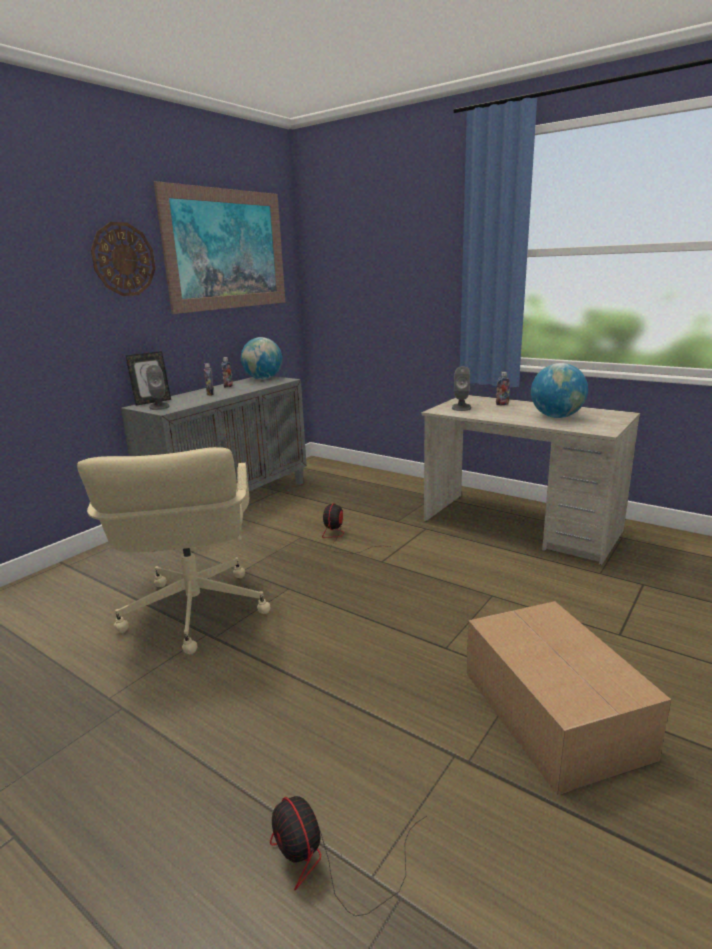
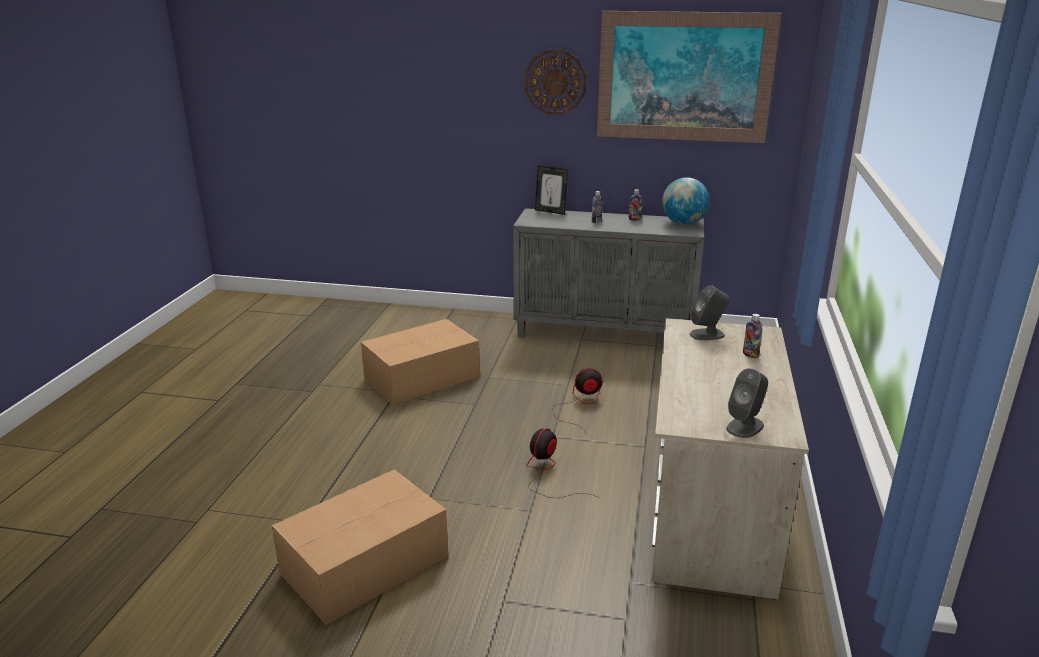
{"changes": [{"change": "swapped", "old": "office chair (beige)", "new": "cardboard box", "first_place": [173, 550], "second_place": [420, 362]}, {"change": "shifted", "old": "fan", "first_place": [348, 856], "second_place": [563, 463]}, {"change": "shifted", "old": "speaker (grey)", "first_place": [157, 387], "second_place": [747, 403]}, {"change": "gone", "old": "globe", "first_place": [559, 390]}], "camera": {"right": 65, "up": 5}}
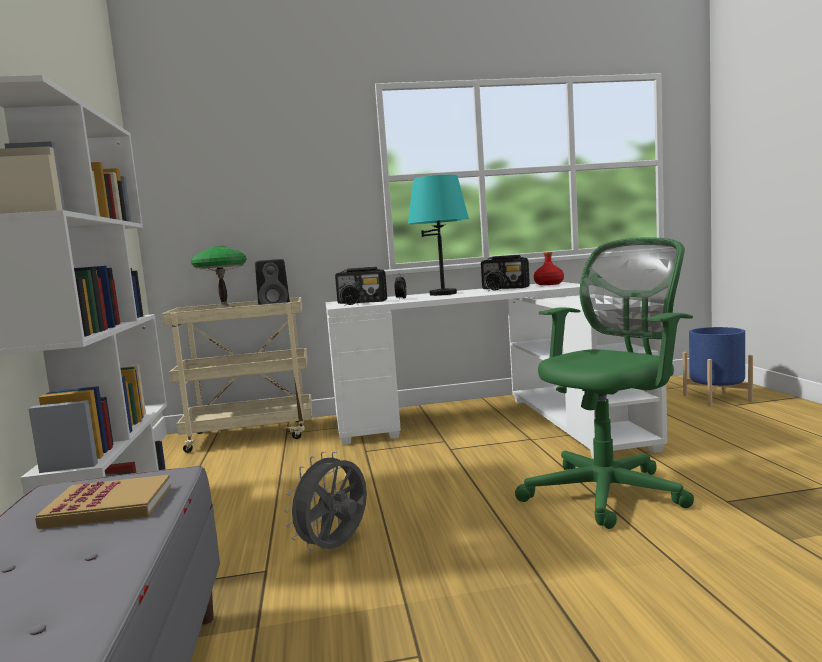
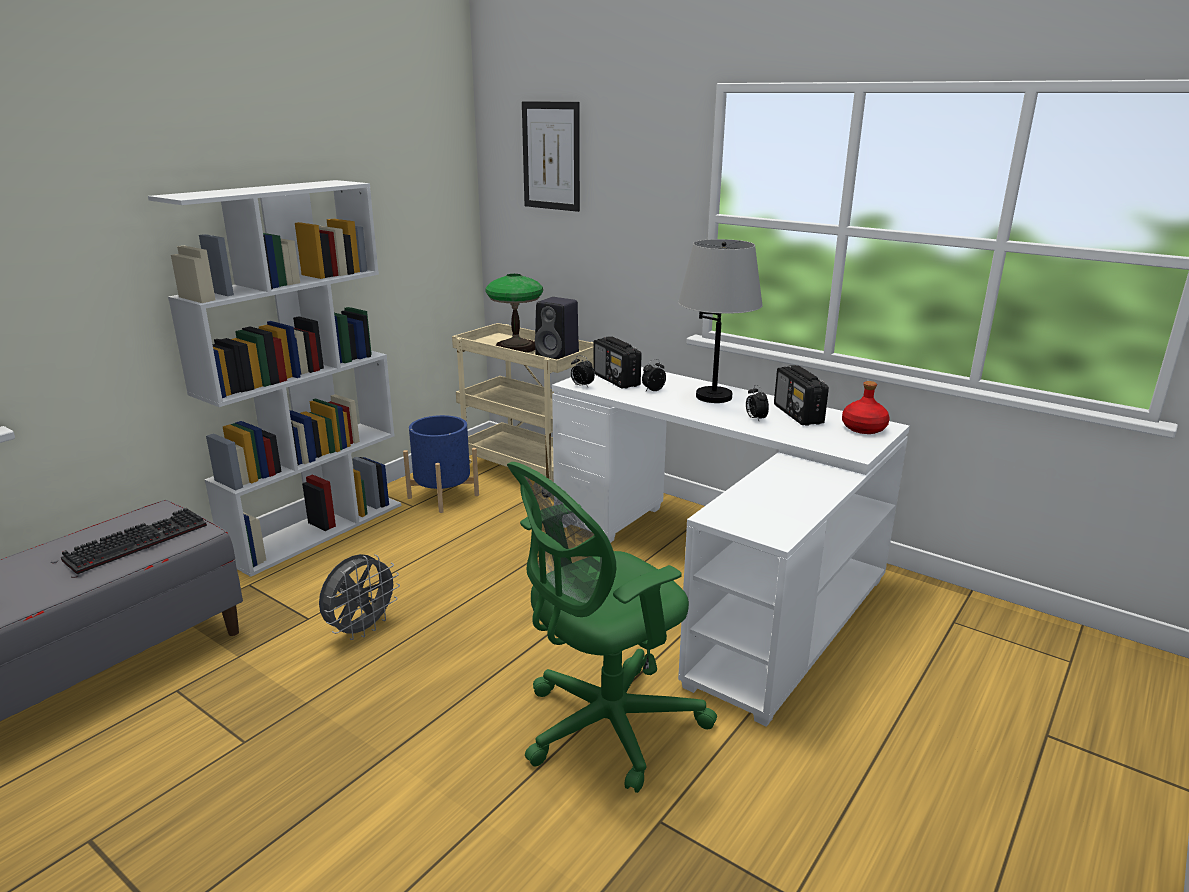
{"changes": [{"change": "swapped", "old": "book", "new": "keyboard", "first_place": [103, 502], "second_place": [134, 541]}, {"change": "rotated", "old": "fan (grey)", "first_place": [325, 501], "second_place": [359, 597], "degrees": 135}, {"change": "shifted", "old": "planter (blue)", "first_place": [718, 366], "second_place": [441, 464]}, {"change": "rotated", "old": "office chair (green)", "first_place": [604, 383], "second_place": [612, 627], "degrees": 135}, {"change": "new", "new": "picture", "second_place": [551, 156]}, {"change": "repainted", "old": "table lamp (turquoise)", "new": "table lamp (grey)", "first_place": [438, 235], "second_place": [720, 321]}], "camera": {"right": 45, "up": 15}}
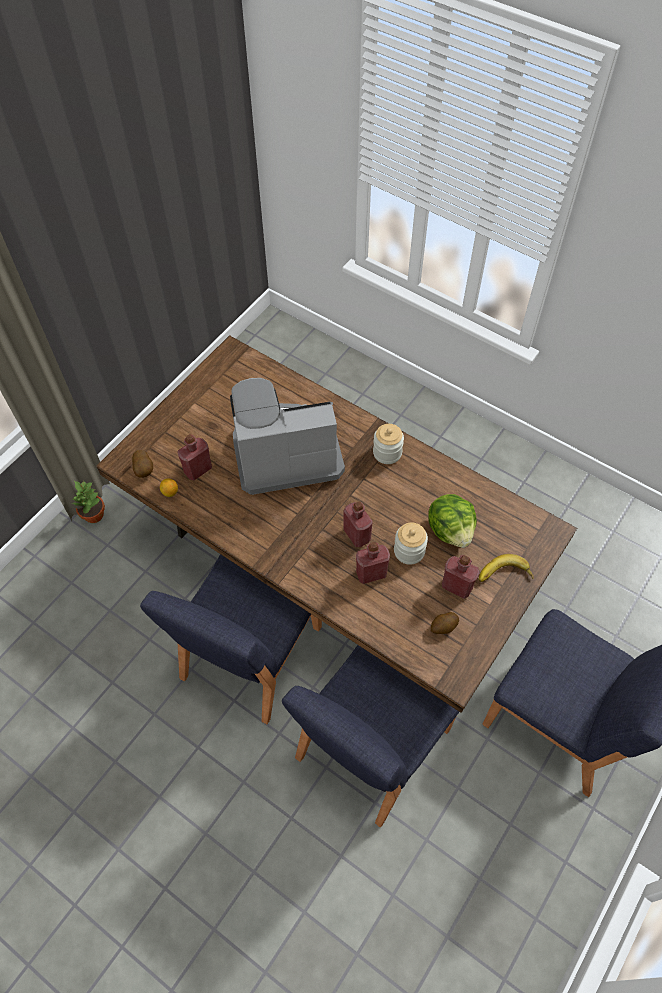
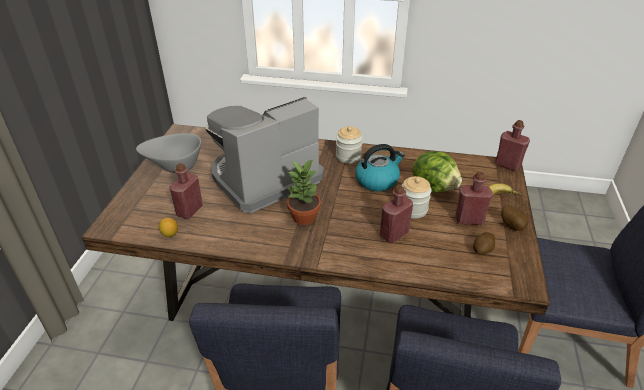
{"changes": [{"change": "new", "new": "bowl (grey)", "second_place": [168, 153]}, {"change": "shifted", "old": "potted plant", "first_place": [89, 502], "second_place": [304, 192]}, {"change": "new", "new": "kettle", "second_place": [380, 167]}, {"change": "shifted", "old": "bottle (red)", "first_place": [358, 524], "second_place": [512, 145]}, {"change": "shifted", "old": "potato", "first_place": [142, 464], "second_place": [515, 218]}], "camera": {"right": -25, "up": -20}}
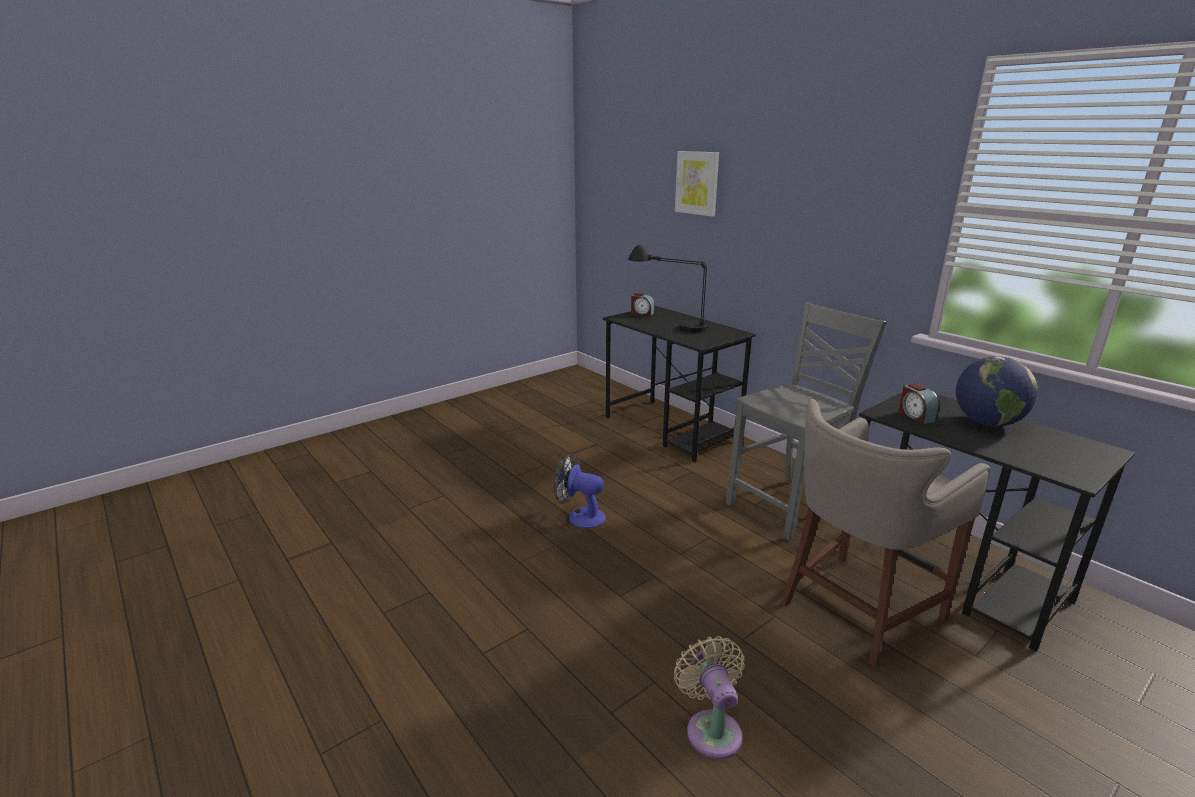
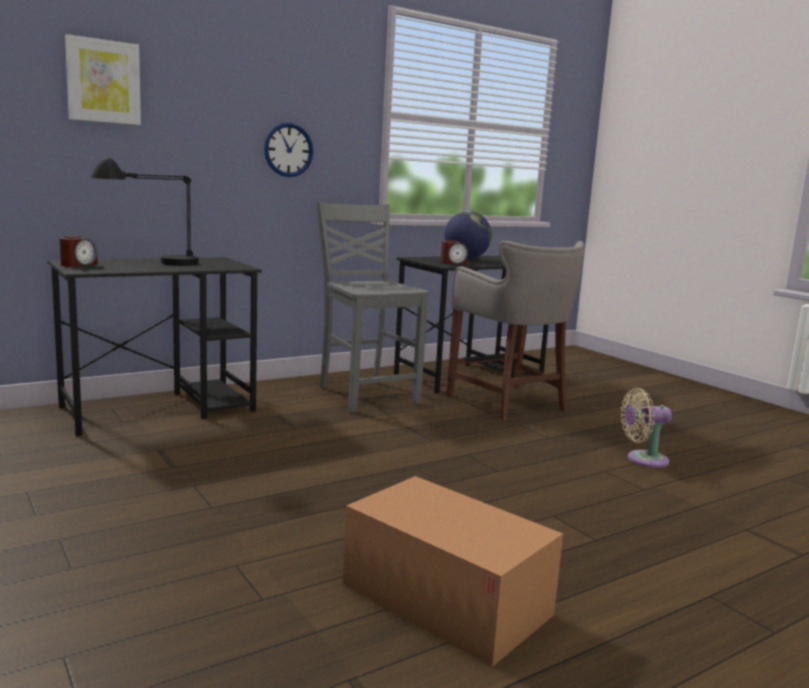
{"changes": [{"change": "new", "new": "wall clock", "second_place": [288, 150]}, {"change": "new", "new": "cardboard box", "second_place": [453, 571]}, {"change": "gone", "old": "fan", "first_place": [580, 491]}], "camera": {"right": -85, "up": -10}}
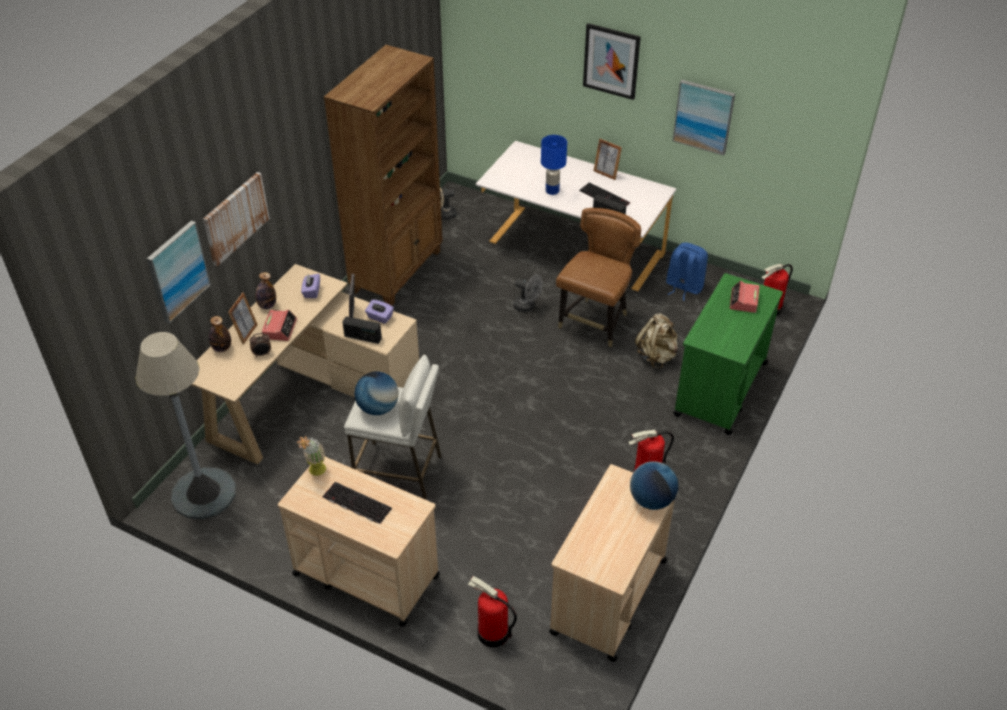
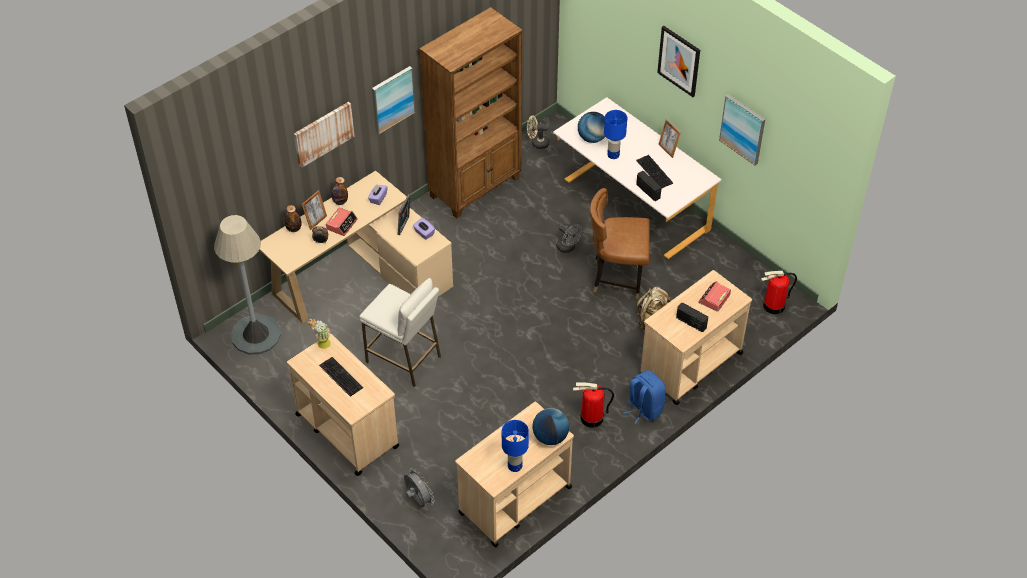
{"changes": [{"change": "shifted", "old": "picture", "first_place": [179, 272], "second_place": [393, 100]}, {"change": "swapped", "old": "fire extinguisher", "new": "fan (grey)", "first_place": [492, 611], "second_place": [419, 487]}, {"change": "new", "new": "table lamp (blue)", "second_place": [515, 446]}, {"change": "shifted", "old": "globe", "first_place": [376, 393], "second_place": [591, 127]}, {"change": "rotated", "old": "chair (brown)", "first_place": [598, 277], "second_place": [620, 243], "degrees": -135}, {"change": "shifted", "old": "backpack (blue)", "first_place": [687, 271], "second_place": [645, 397]}, {"change": "repainted", "old": "cart (green)", "new": "cart (beige)", "first_place": [728, 354], "second_place": [695, 337]}, {"change": "shifted", "old": "radio", "first_place": [362, 330], "second_place": [692, 317]}], "camera": {"right": 20, "up": 5}}
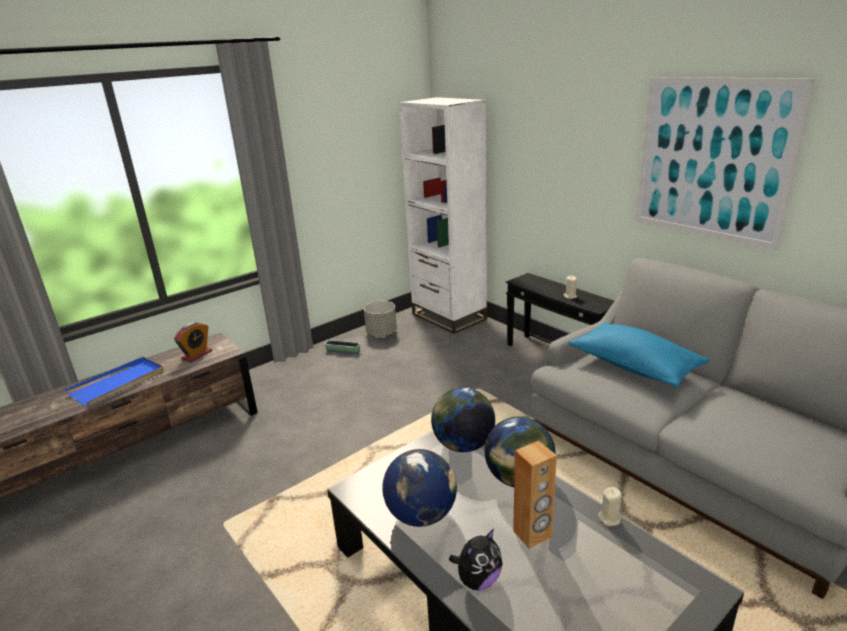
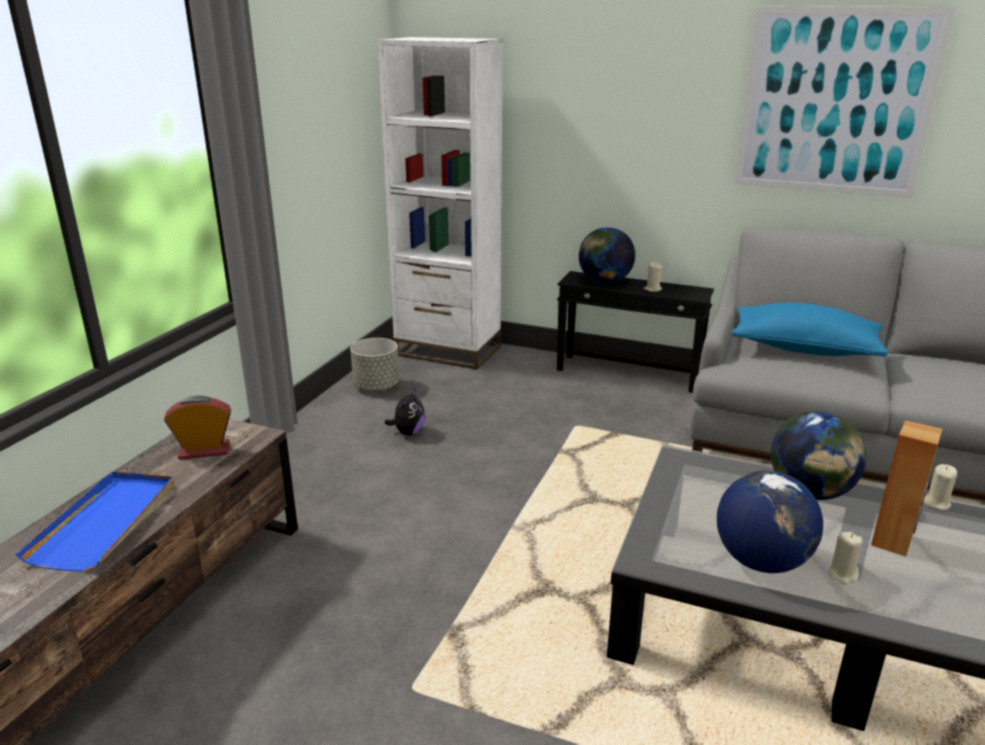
{"changes": [{"change": "rotated", "old": "alarm clock", "first_place": [193, 342], "second_place": [197, 427], "degrees": -105}, {"change": "shifted", "old": "plush toy", "first_place": [476, 559], "second_place": [405, 411]}, {"change": "shifted", "old": "globe", "first_place": [463, 419], "second_place": [607, 255]}, {"change": "new", "new": "candle (beige)", "second_place": [845, 558]}, {"change": "gone", "old": "planter", "first_place": [342, 347]}], "camera": {"right": -30, "up": 0}}
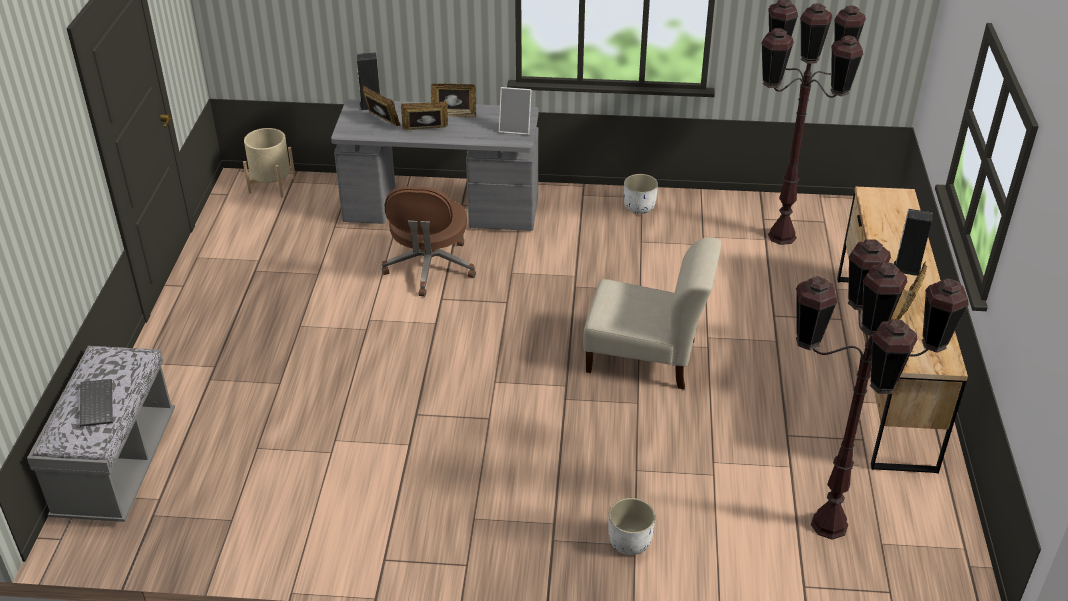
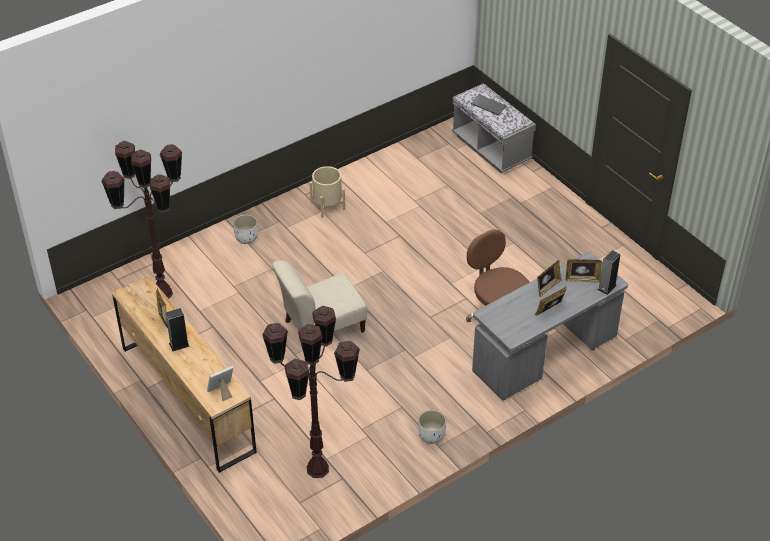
{"changes": [{"change": "shifted", "old": "picture frame", "first_place": [515, 111], "second_place": [220, 384]}, {"change": "shifted", "old": "planter (beige)", "first_place": [269, 163], "second_place": [327, 192]}], "camera": {"right": 140, "up": 5}}
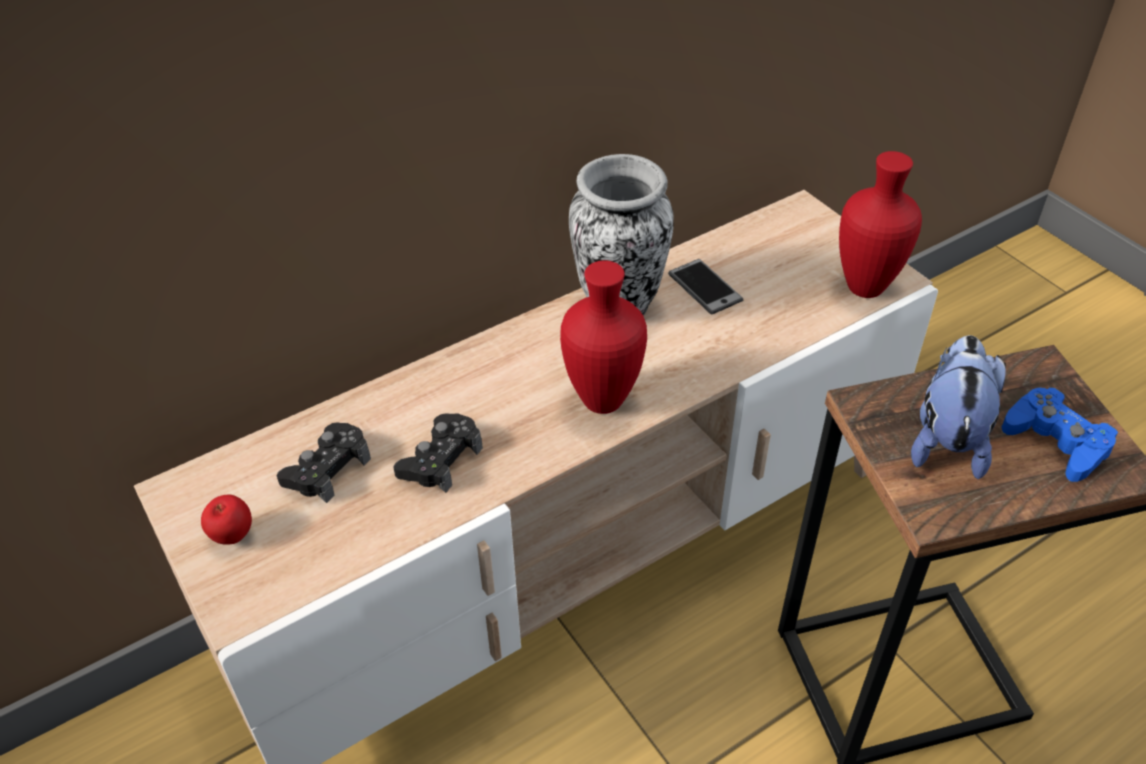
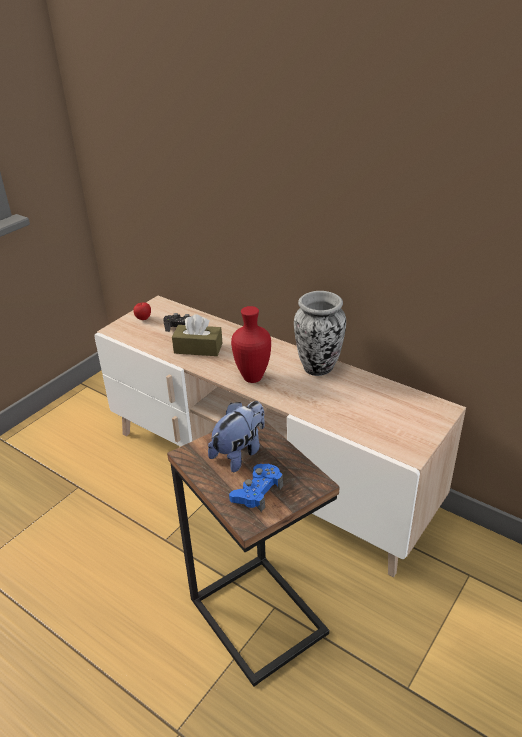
{"changes": [{"change": "swapped", "old": "game controller (black)", "new": "tissue box (brown)", "first_place": [438, 453], "second_place": [197, 335]}, {"change": "rotated", "old": "plush toy", "first_place": [958, 407], "second_place": [236, 436], "degrees": -45}, {"change": "gone", "old": "phone", "first_place": [705, 287]}, {"change": "gone", "old": "vase (red)", "first_place": [880, 224]}], "camera": {"right": 70, "up": -10}}
